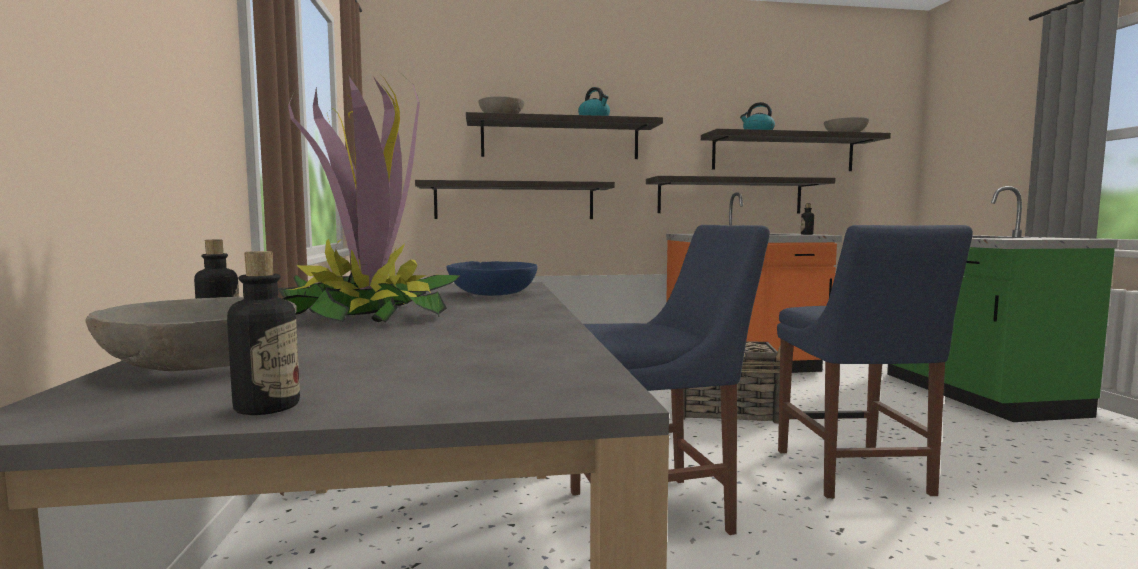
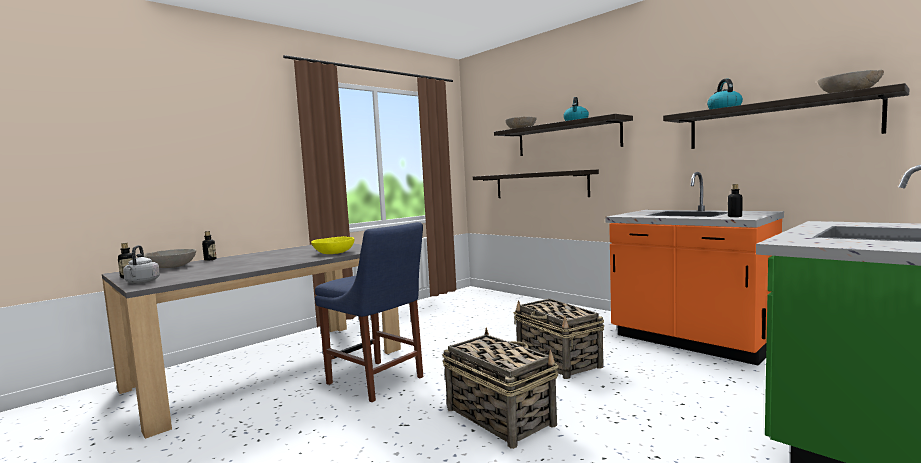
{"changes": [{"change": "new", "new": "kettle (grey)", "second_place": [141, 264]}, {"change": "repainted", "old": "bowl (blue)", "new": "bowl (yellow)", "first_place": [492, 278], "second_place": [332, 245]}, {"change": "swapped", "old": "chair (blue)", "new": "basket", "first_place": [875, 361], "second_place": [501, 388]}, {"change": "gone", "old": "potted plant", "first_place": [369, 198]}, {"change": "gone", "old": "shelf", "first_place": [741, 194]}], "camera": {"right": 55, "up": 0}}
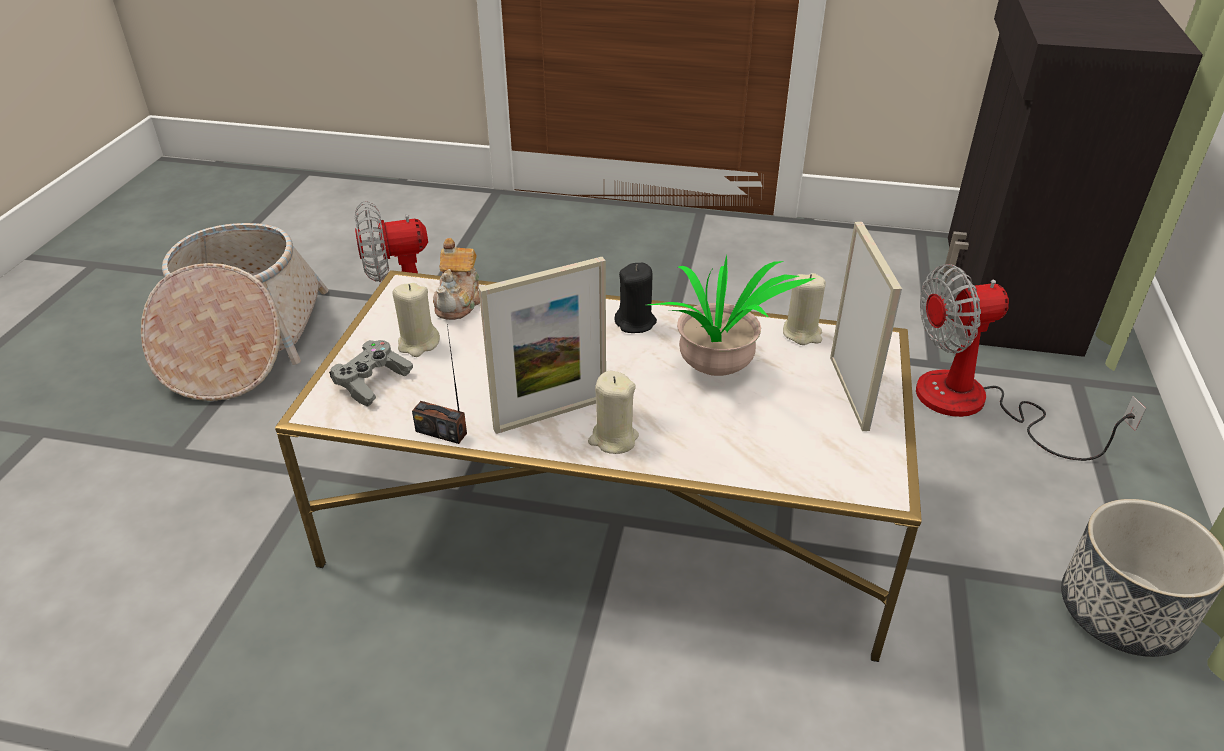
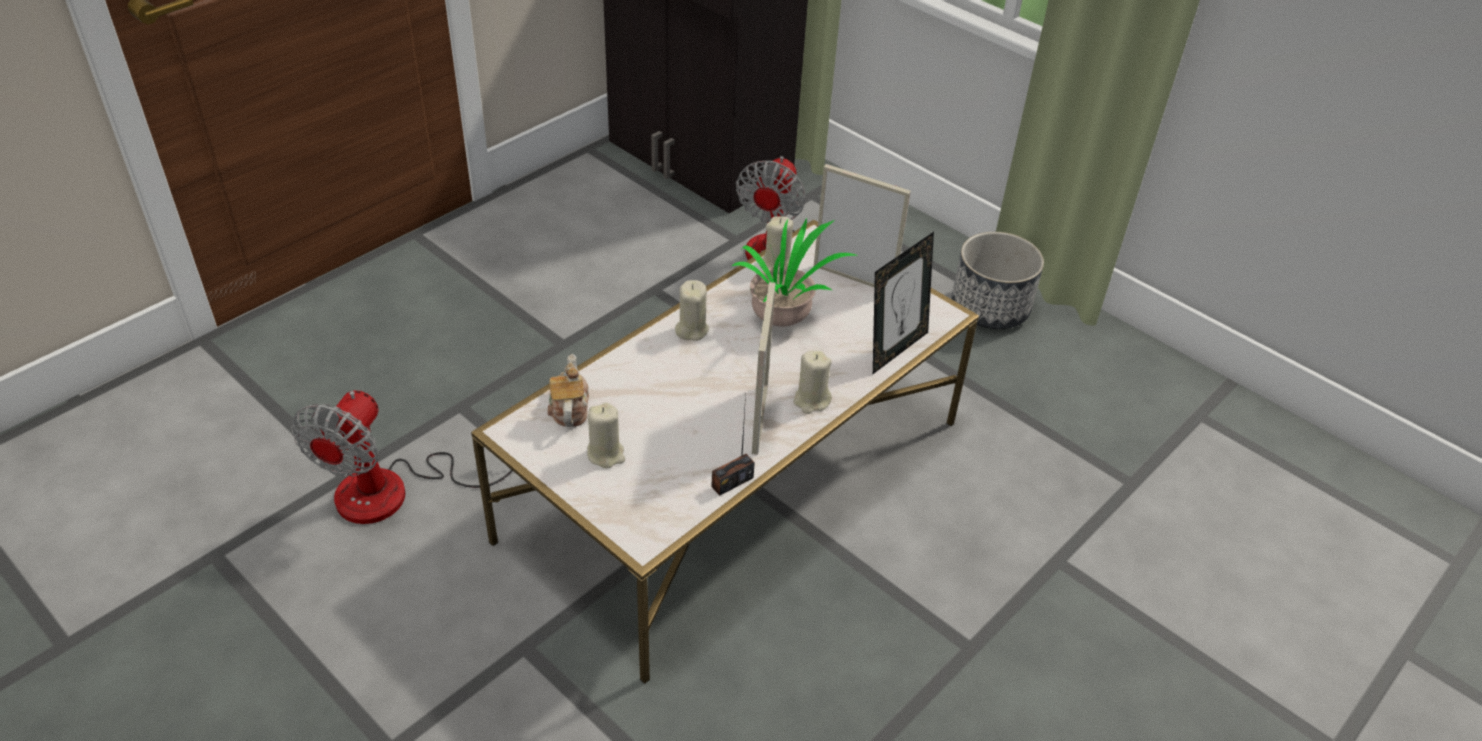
{"changes": [{"change": "rotated", "old": "teapot", "first_place": [456, 279], "second_place": [568, 390], "degrees": -135}, {"change": "repainted", "old": "candle (black)", "new": "candle (beige)", "first_place": [635, 298], "second_place": [692, 310]}, {"change": "new", "new": "picture frame", "second_place": [903, 303]}, {"change": "gone", "old": "basket", "first_place": [235, 312]}, {"change": "gone", "old": "game controller (grey)", "first_place": [371, 373]}], "camera": {"right": -60, "up": 5}}
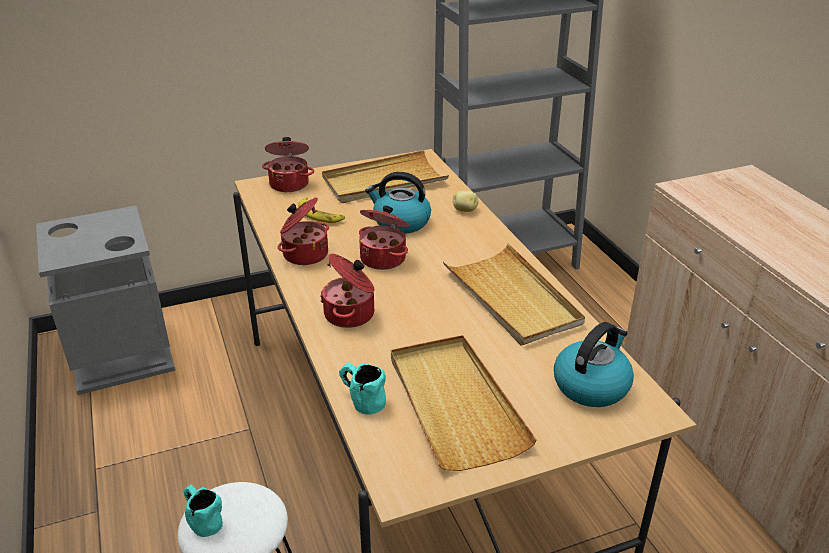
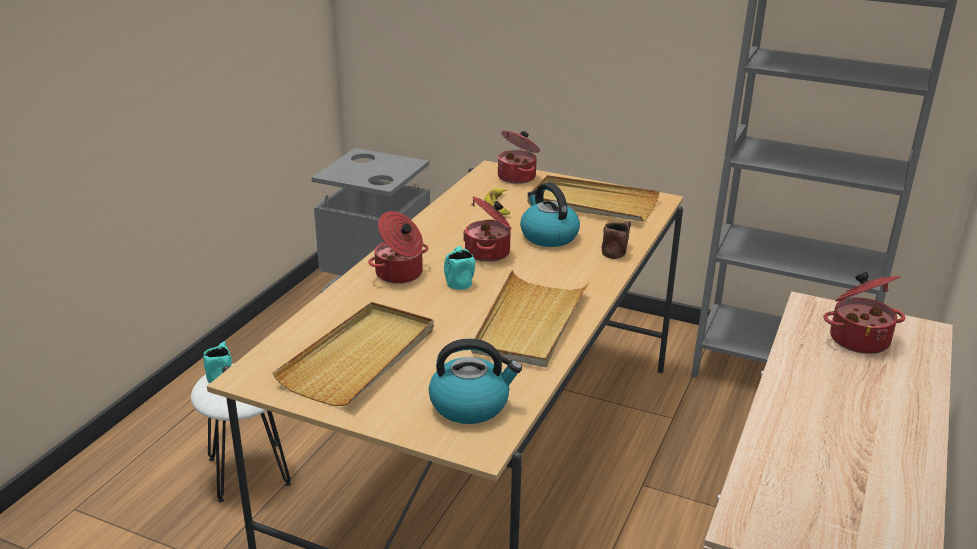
{"changes": [{"change": "shifted", "old": "mug (turquoise)", "first_place": [362, 388], "second_place": [459, 268]}, {"change": "swapped", "old": "potato", "new": "mug (brown)", "first_place": [466, 201], "second_place": [616, 240]}, {"change": "shifted", "old": "cooking pot", "first_place": [303, 231], "second_place": [864, 313]}], "camera": {"right": 45, "up": -5}}
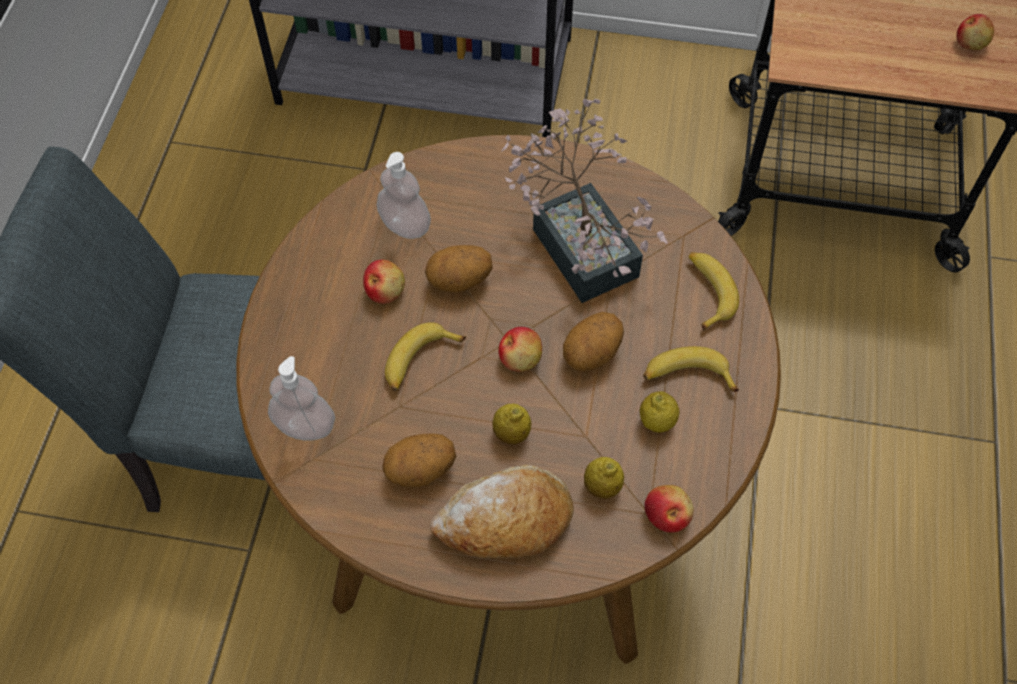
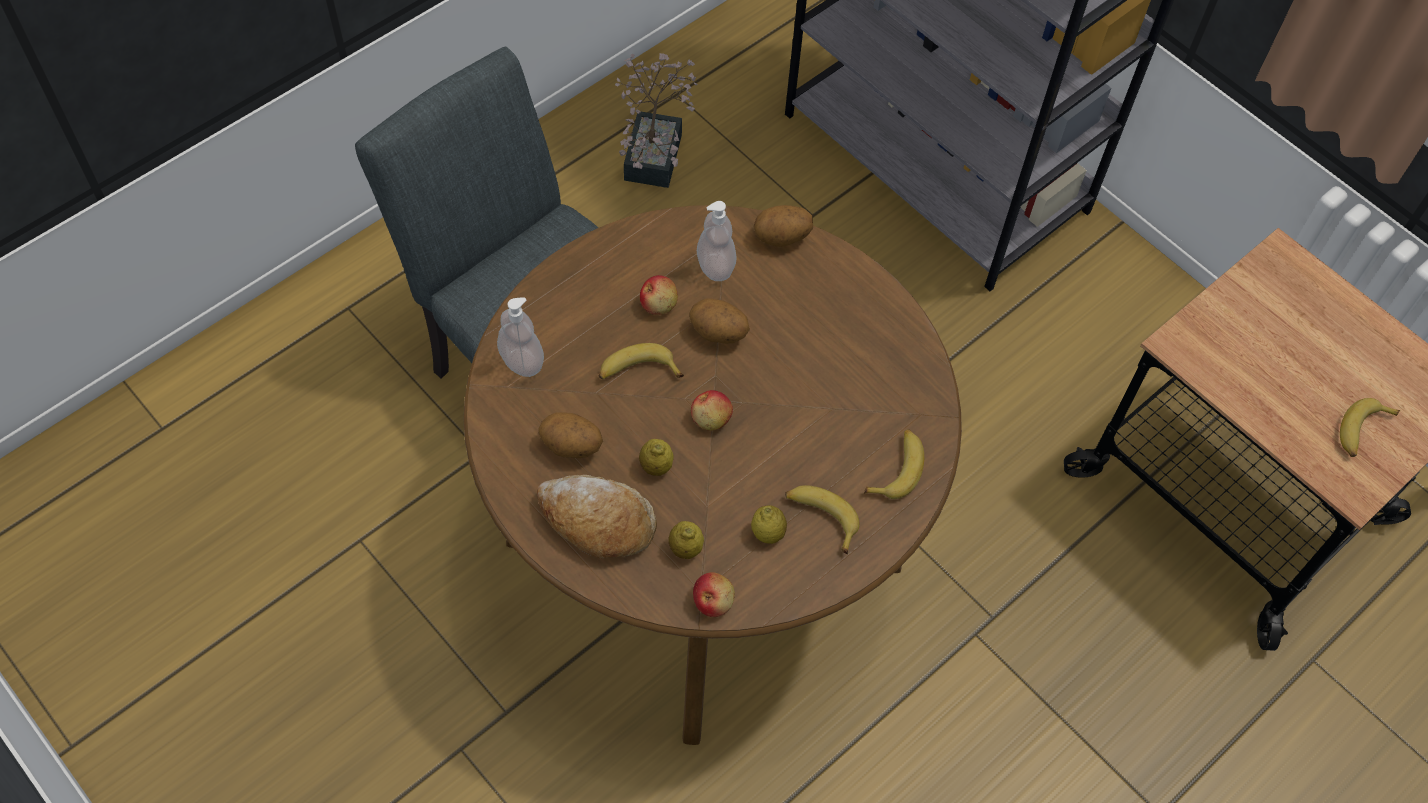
{"changes": [{"change": "shifted", "old": "potted plant", "first_place": [584, 201], "second_place": [656, 120]}, {"change": "shifted", "old": "potato", "first_place": [593, 342], "second_place": [783, 226]}, {"change": "swapped", "old": "apple", "new": "banana", "first_place": [975, 32], "second_place": [1370, 427]}], "camera": {"right": 35, "up": 0}}
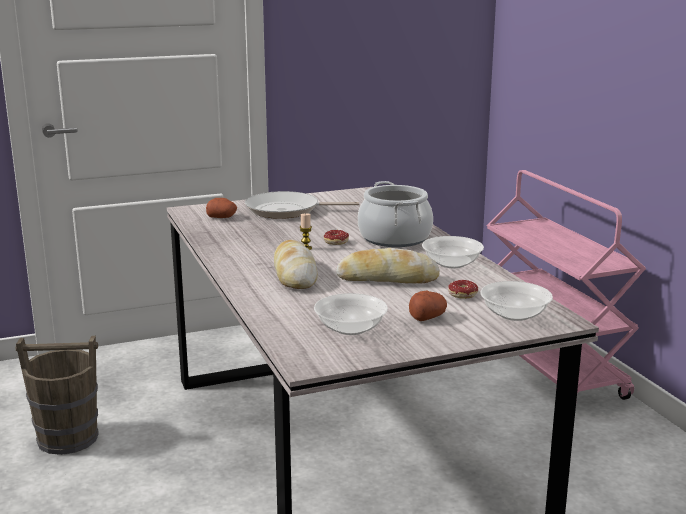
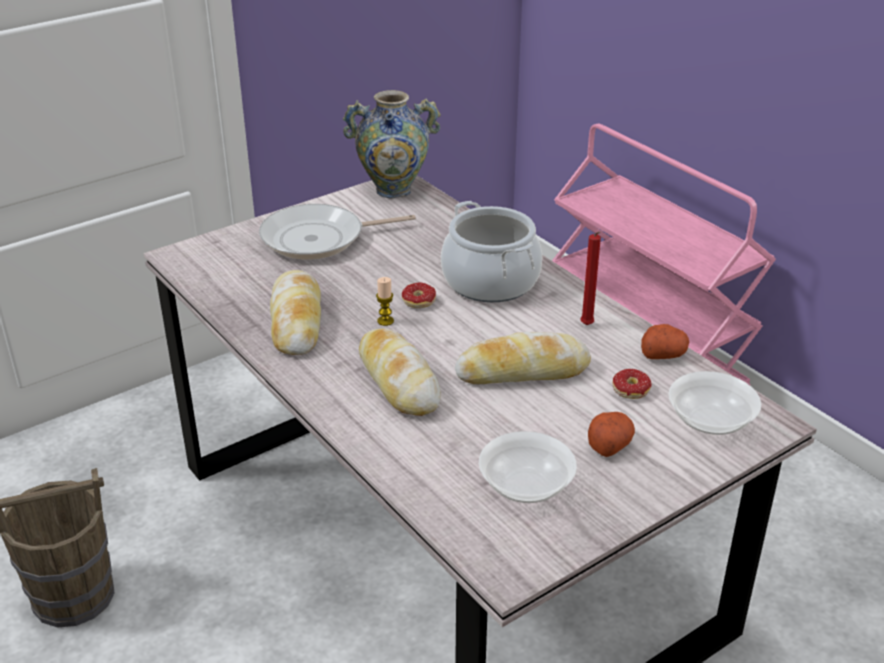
{"changes": [{"change": "new", "new": "bread", "second_place": [295, 312]}, {"change": "new", "new": "vase", "second_place": [392, 144]}, {"change": "swapped", "old": "bowl", "new": "candle (red)", "first_place": [453, 252], "second_place": [590, 278]}, {"change": "shifted", "old": "potato", "first_place": [221, 208], "second_place": [665, 341]}], "camera": {"right": -15, "up": 15}}
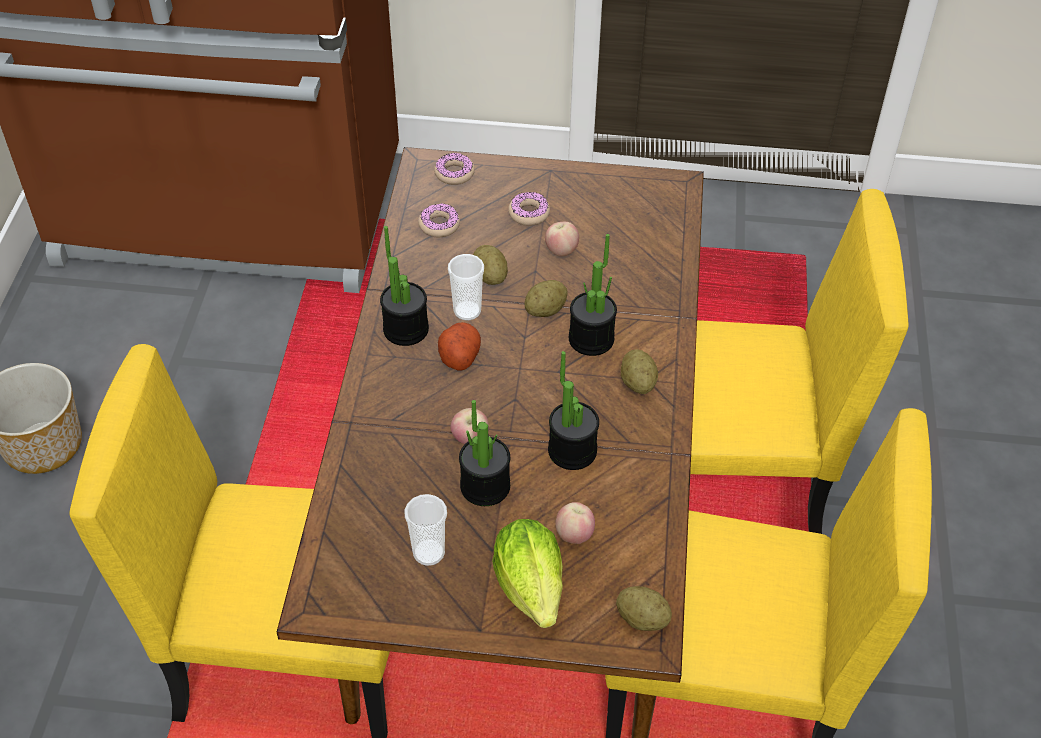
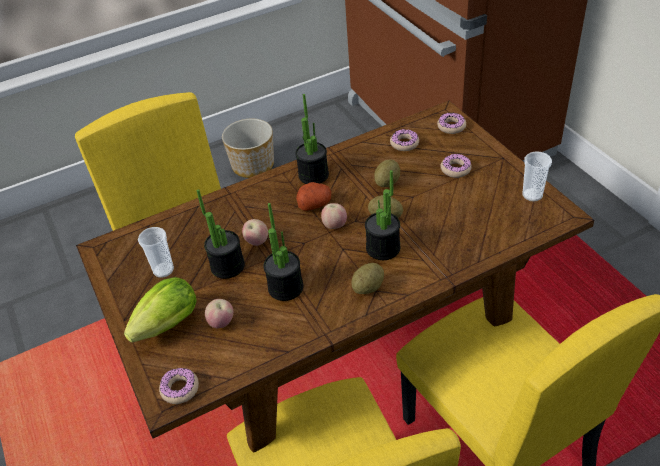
{"changes": [{"change": "swapped", "old": "potato", "new": "donut", "first_place": [644, 608], "second_place": [179, 386]}, {"change": "shifted", "old": "apple", "first_place": [562, 239], "second_place": [334, 216]}, {"change": "shifted", "old": "cup", "first_place": [466, 287], "second_place": [537, 176]}], "camera": {"right": 60, "up": -5}}
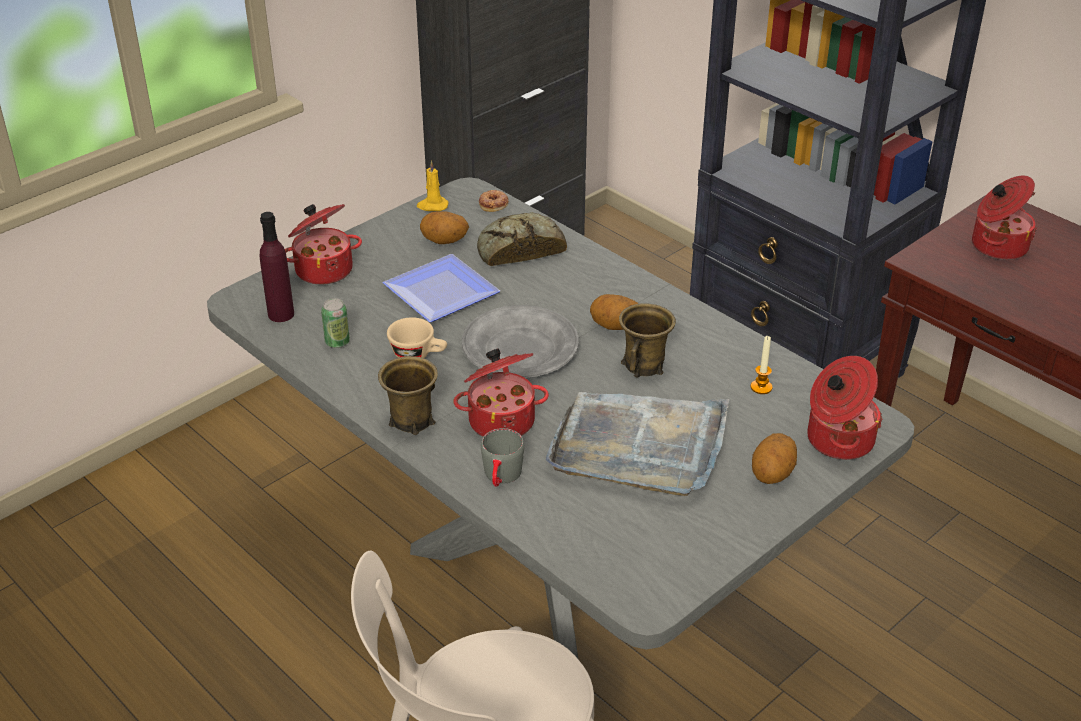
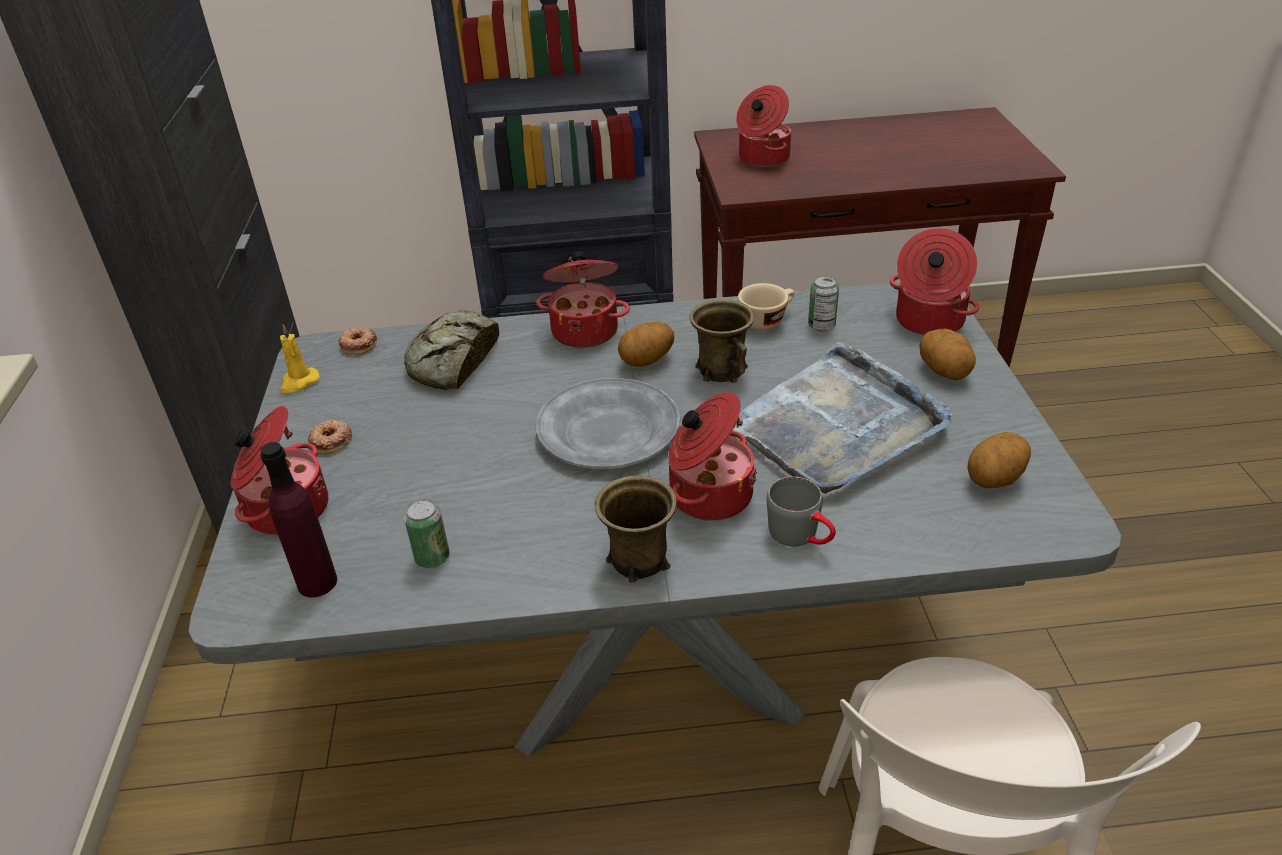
{"changes": [{"change": "new", "new": "donut", "second_place": [330, 437]}, {"change": "new", "new": "cooking pot", "second_place": [583, 300]}, {"change": "shifted", "old": "cup (beige)", "first_place": [417, 337], "second_place": [766, 306]}, {"change": "swapped", "old": "candle", "new": "can", "first_place": [762, 365], "second_place": [823, 303]}, {"change": "shifted", "old": "potato", "first_place": [444, 227], "second_place": [999, 460]}, {"change": "gone", "old": "plate", "first_place": [441, 288]}], "camera": {"right": -50, "up": 0}}
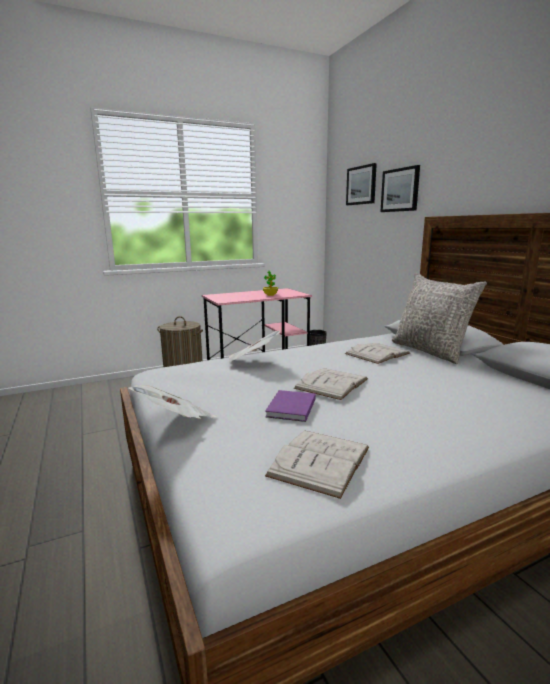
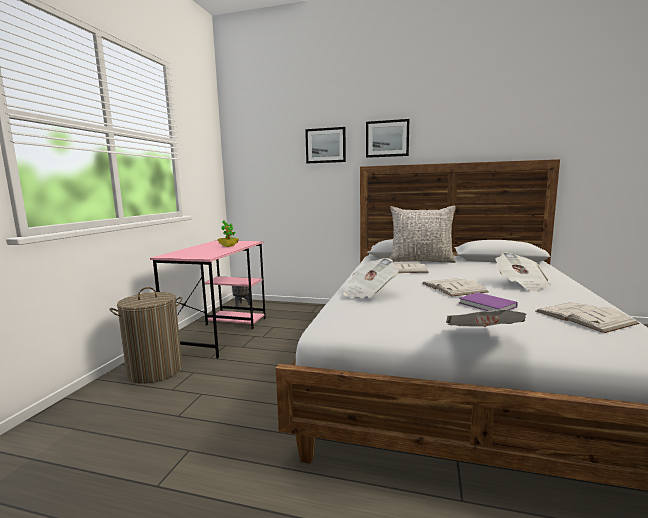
{"changes": [{"change": "shifted", "old": "picture", "first_place": [361, 184], "second_place": [387, 138]}, {"change": "new", "new": "newspaper", "second_place": [523, 272]}], "camera": {"right": -50, "up": -5}}
